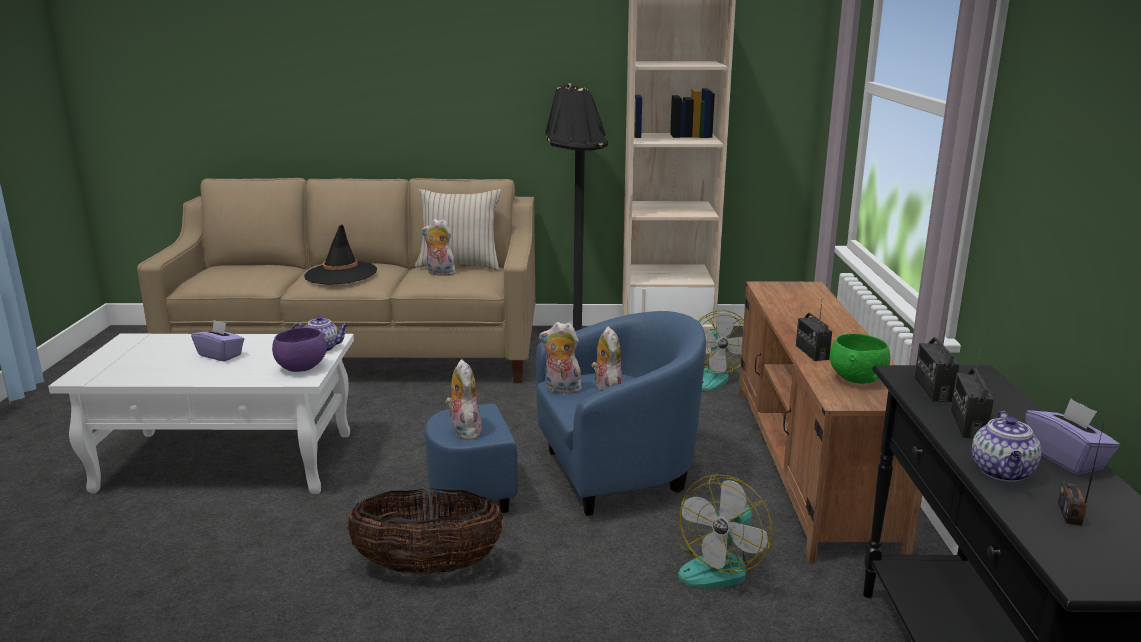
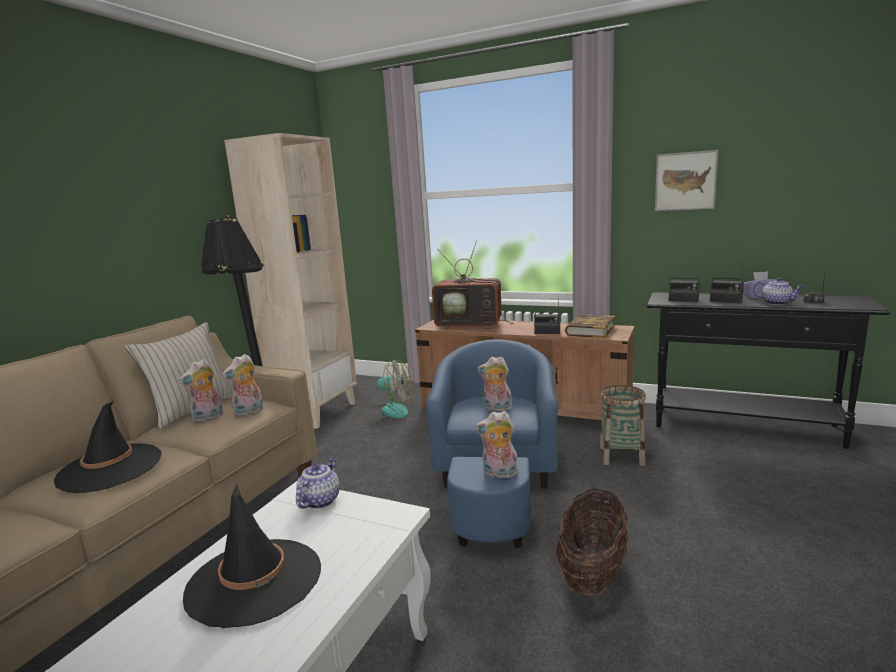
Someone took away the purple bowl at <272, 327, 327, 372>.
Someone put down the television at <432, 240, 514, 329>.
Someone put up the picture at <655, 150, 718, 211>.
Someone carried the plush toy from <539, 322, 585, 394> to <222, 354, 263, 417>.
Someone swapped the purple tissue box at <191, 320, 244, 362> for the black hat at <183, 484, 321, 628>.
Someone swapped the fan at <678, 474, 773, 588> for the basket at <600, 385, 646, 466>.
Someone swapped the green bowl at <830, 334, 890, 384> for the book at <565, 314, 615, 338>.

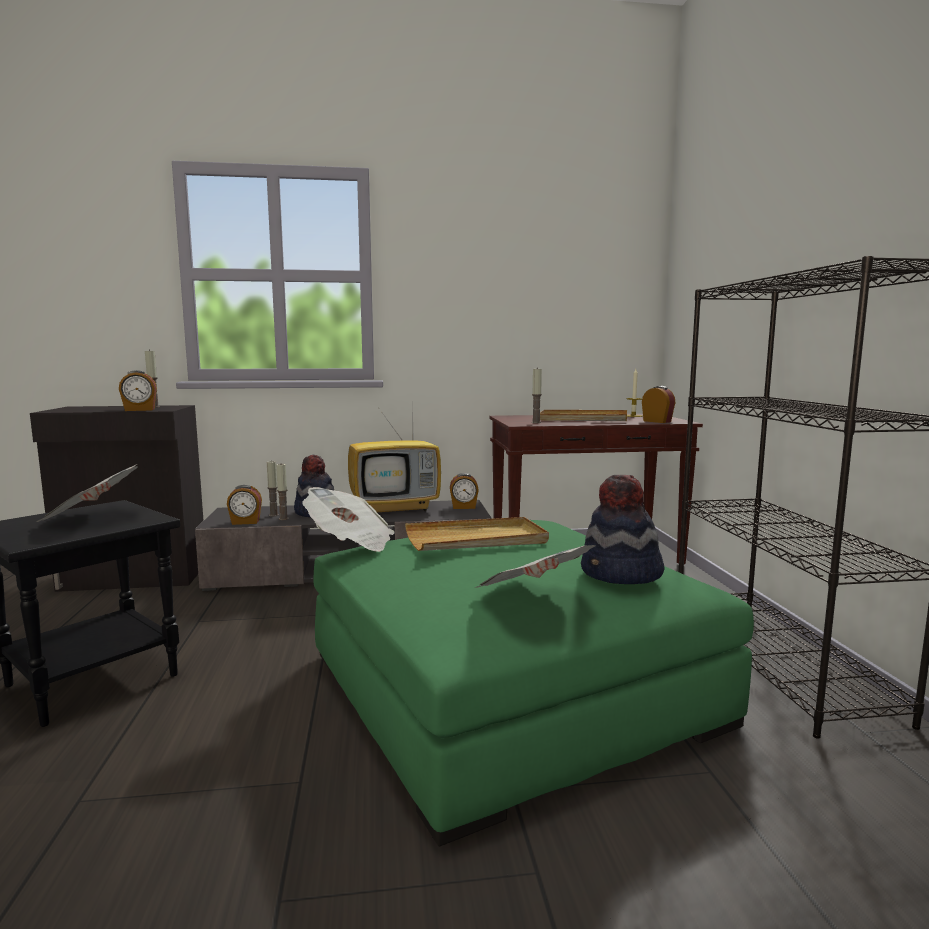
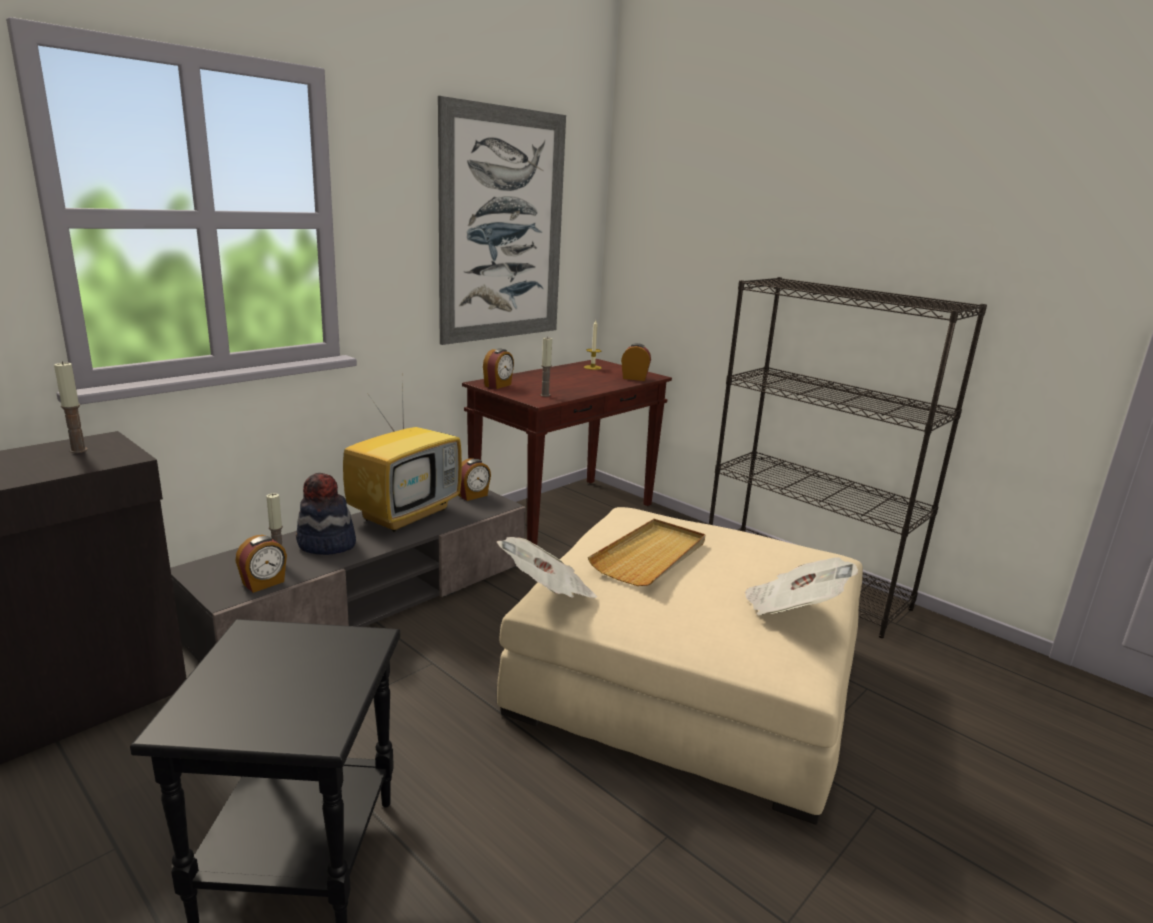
Someone took away the newspaper at <36, 464, 137, 522>.
Someone took away the candle at <276, 464, 289, 520>.
Someone took away the beige tray at <540, 410, 627, 421>.
Someone took away the hat at <581, 475, 664, 584>.
Someone put up the picture at <438, 96, 566, 345>.
Someone carried the alarm clock from <119, 370, 157, 411> to <483, 348, 514, 389>.
Someone repainted the green ottoman at <314, 520, 754, 846>, which became the beige ottoman at <497, 507, 863, 825>.

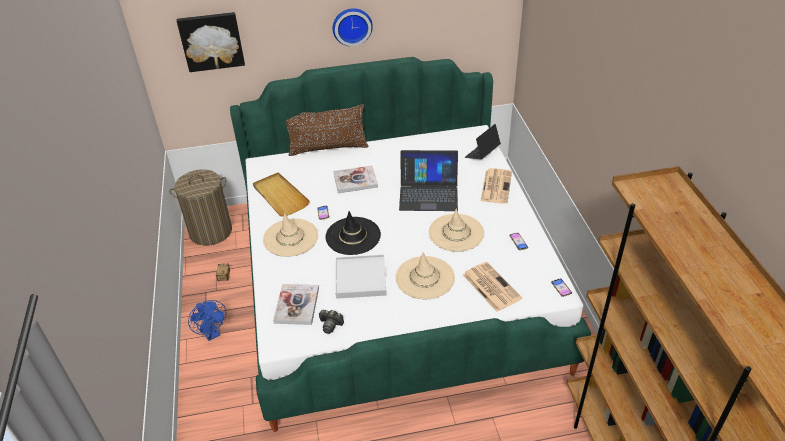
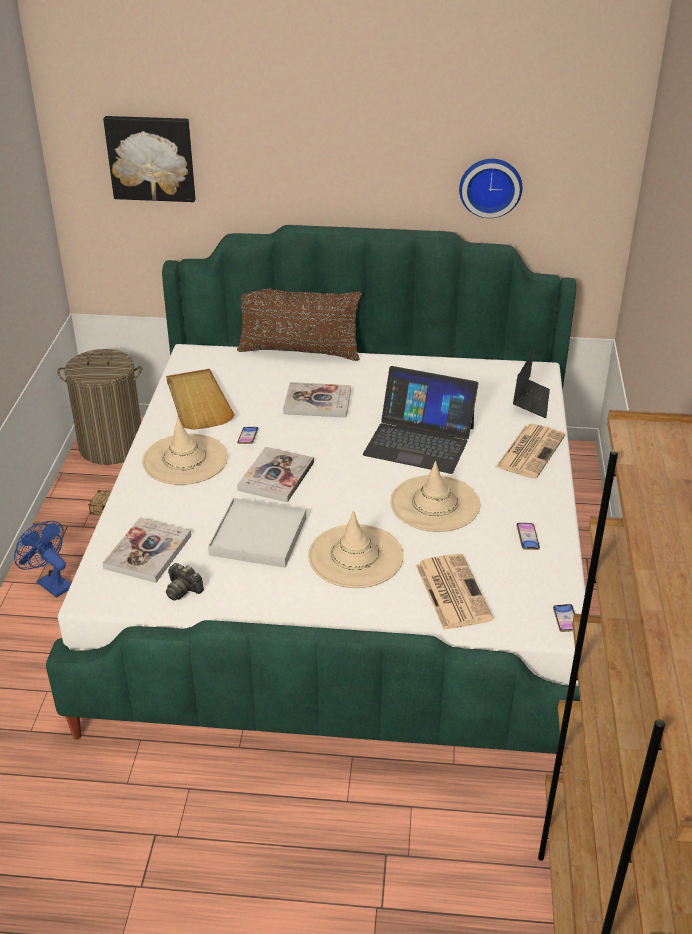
Someone carried the wall clock from <332, 8, 373, 46> to <459, 159, 522, 218>.
Someone swapped the black hat at <326, 211, 381, 255> for the book at <237, 447, 314, 502>.
Someone rotated the blue fan at <188, 300, 226, 341> by 150 degrees clockwise.
Someone rotated the laptop at <465, 124, 501, 159> by 135 degrees clockwise.

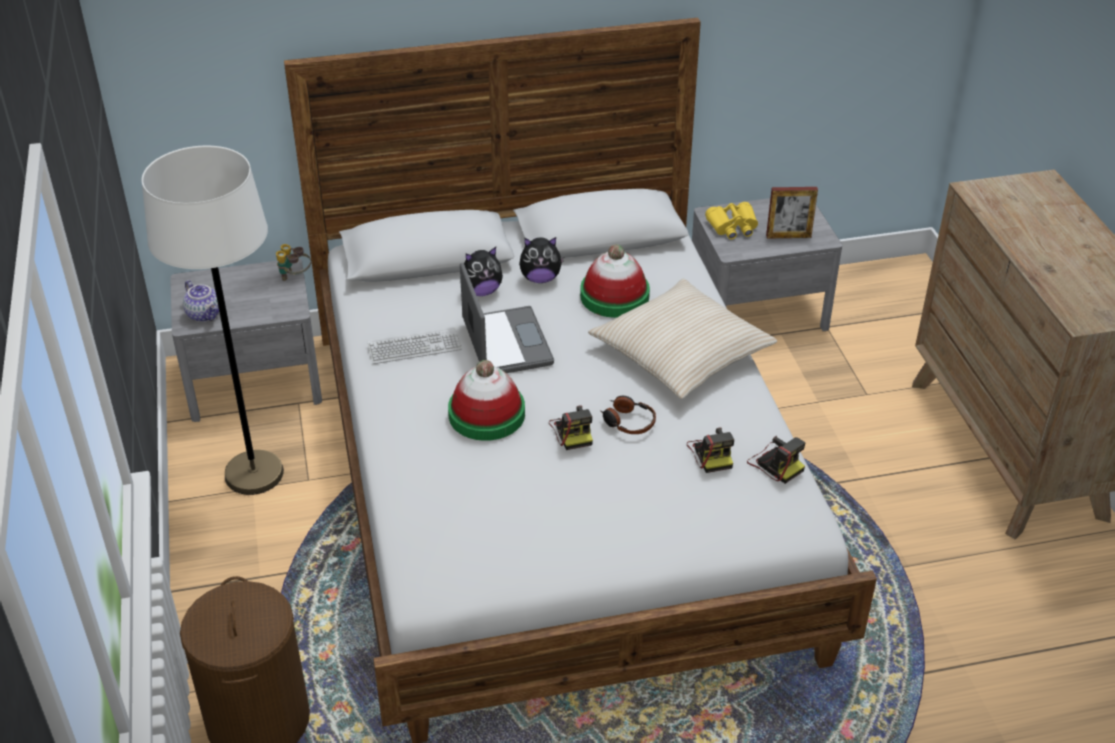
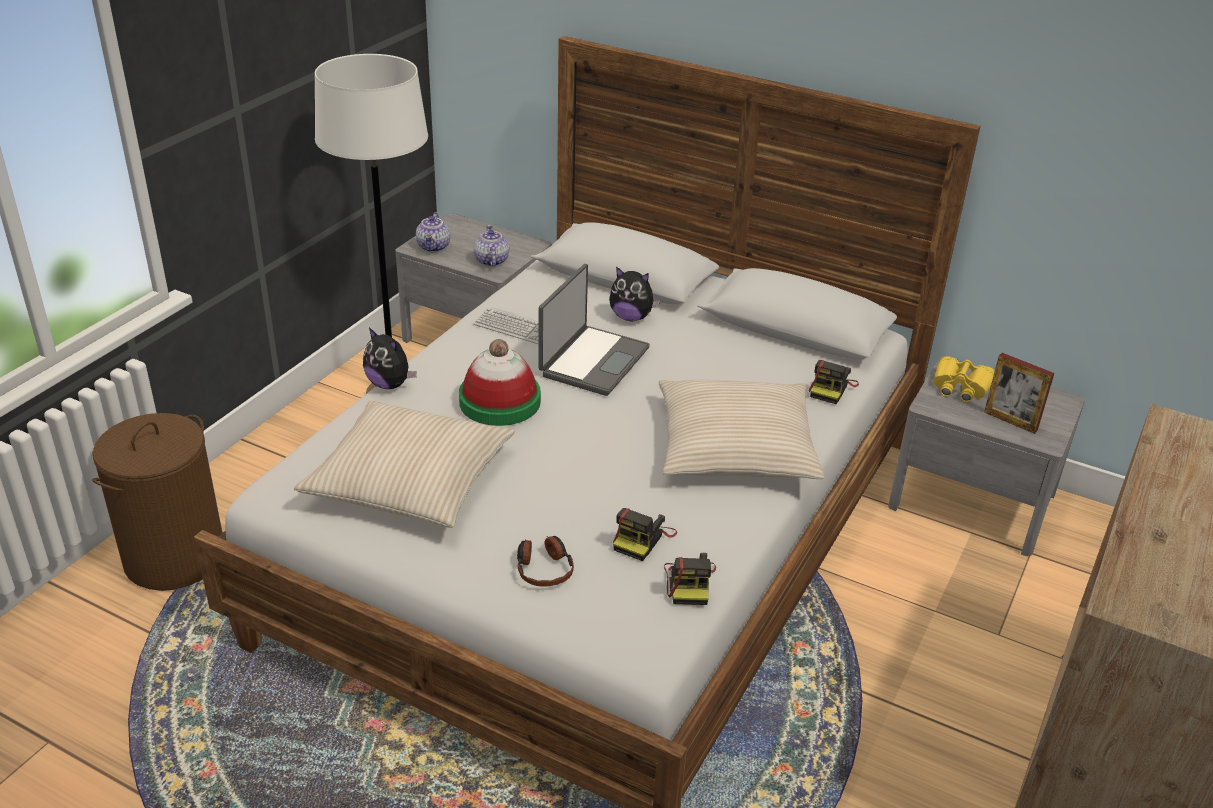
Someone took away the binoculars at <276, 244, 311, 281>.
Someone took away the hat at <580, 244, 650, 318>.
Someone put down the beige pillow at <294, 400, 515, 528>.
Someone put down the teapot at <474, 225, 509, 267>.
Someone carried the plush toy from <519, 237, 564, 283> to <363, 328, 417, 389>.
Someone carried the photo camera from <549, 405, 593, 450> to <809, 360, 859, 404>.
Someone carried the headphones from <600, 396, 656, 434> to <517, 536, 574, 586>.

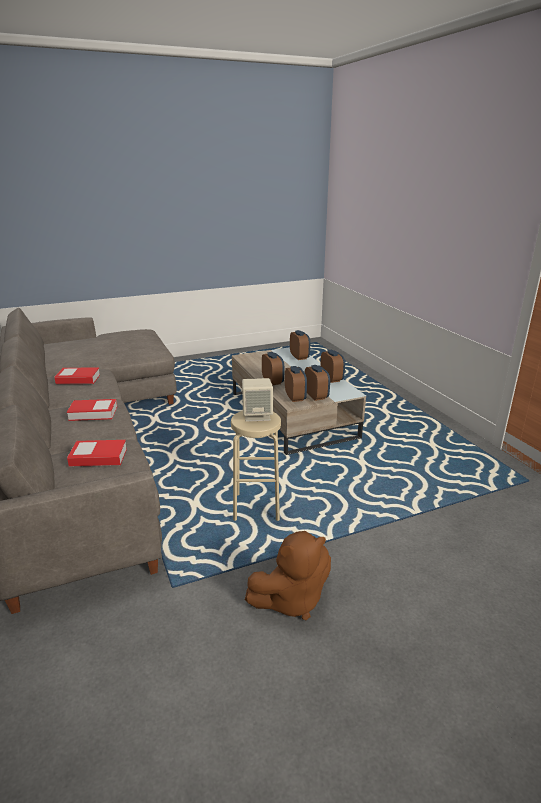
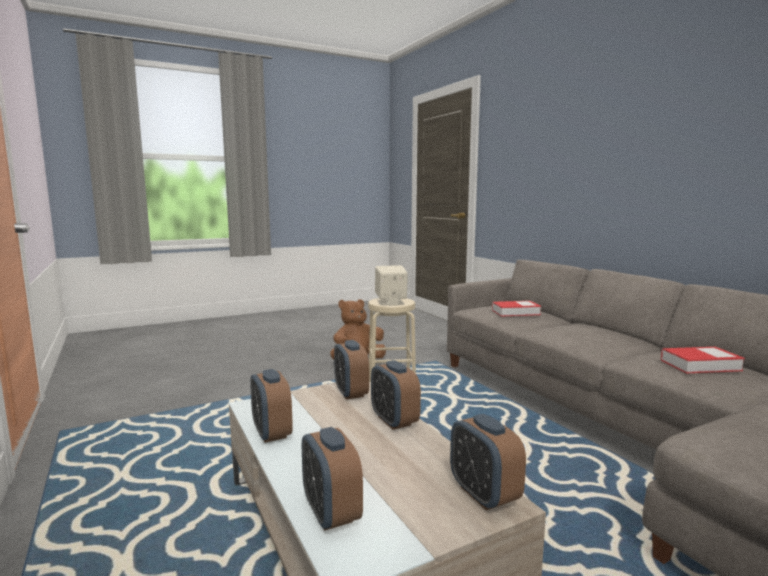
Someone took away the book at <67, 399, 117, 421>.
Someone carried the alarm clock from <305, 365, 330, 401> to <450, 414, 526, 510>.

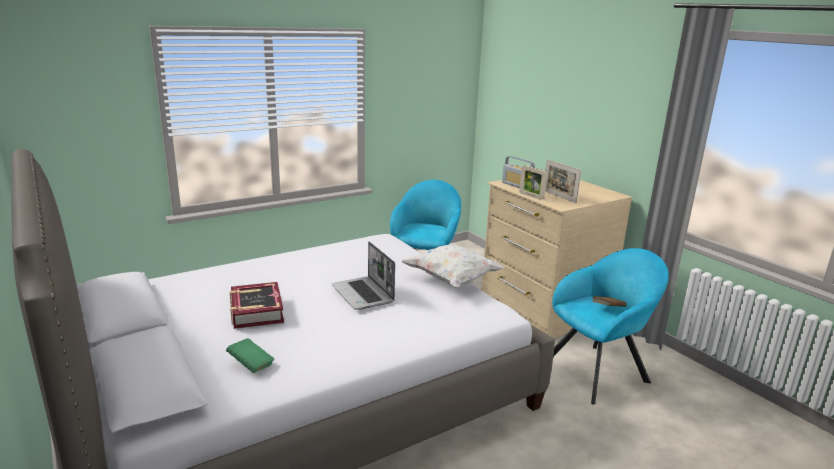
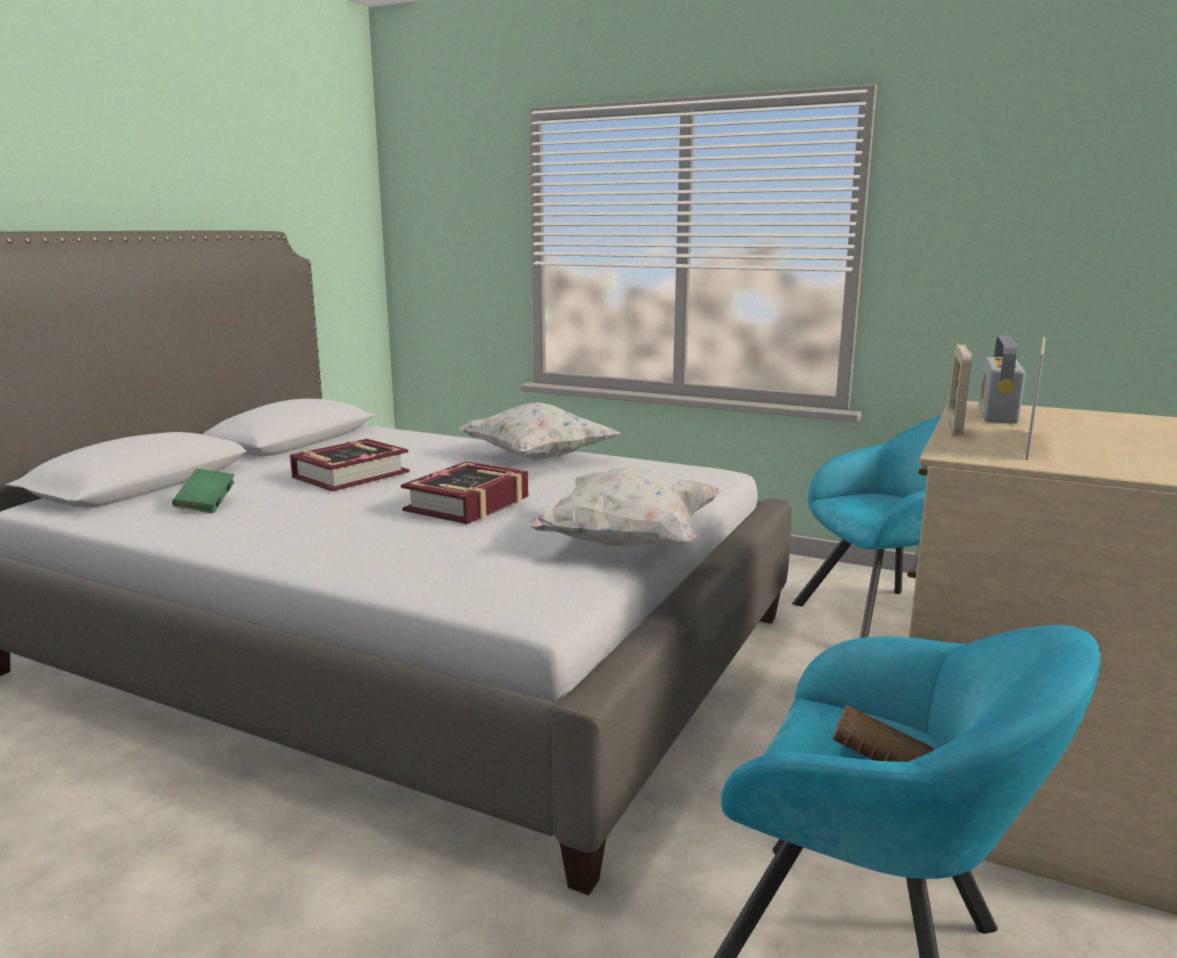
Someone put down the white pillow at <459, 402, 621, 460>.
Someone swapped the laptop at <332, 241, 395, 310> for the book at <401, 461, 528, 524>.

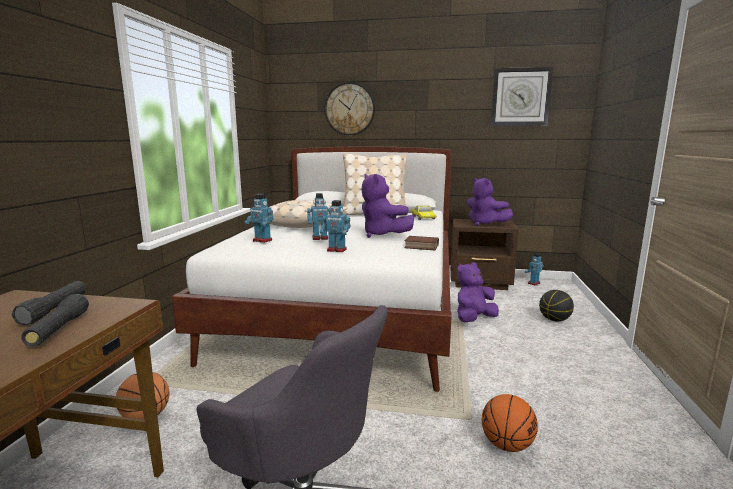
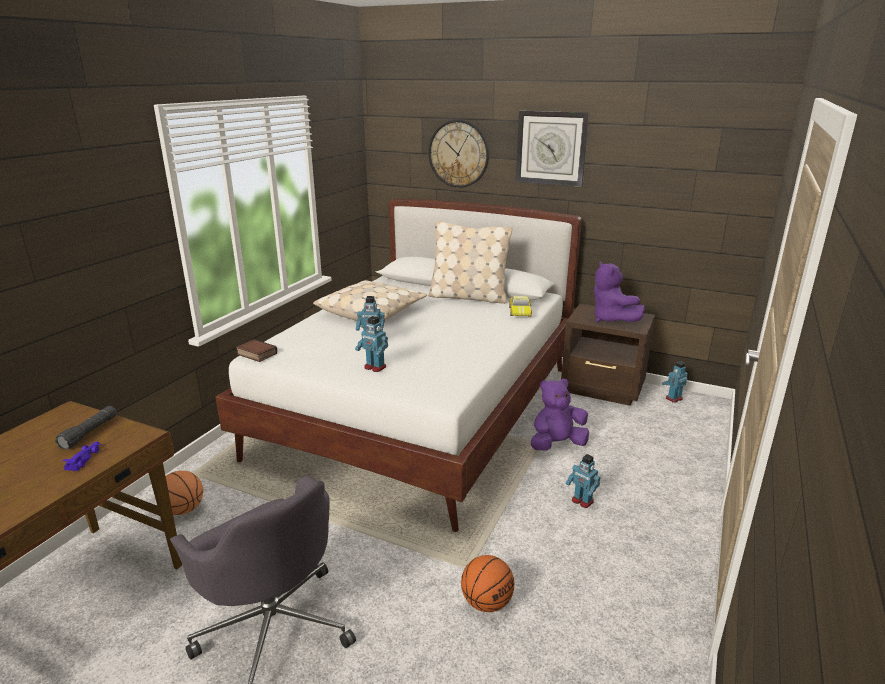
Someone took away the purple plush toy at <361, 174, 414, 238>.
Someone took away the basketball at <539, 290, 574, 321>.
Someone carried the toy robot from <244, 194, 273, 243> to <566, 454, 601, 508>.
Someone carried the book from <404, 236, 439, 250> to <236, 339, 277, 362>.
Someone carried the wall clock from <491, 67, 554, 126> to <516, 110, 590, 187>.
Someone swapped the black flashlight at <21, 294, 89, 346> for the purple toy car at <63, 441, 102, 471>.

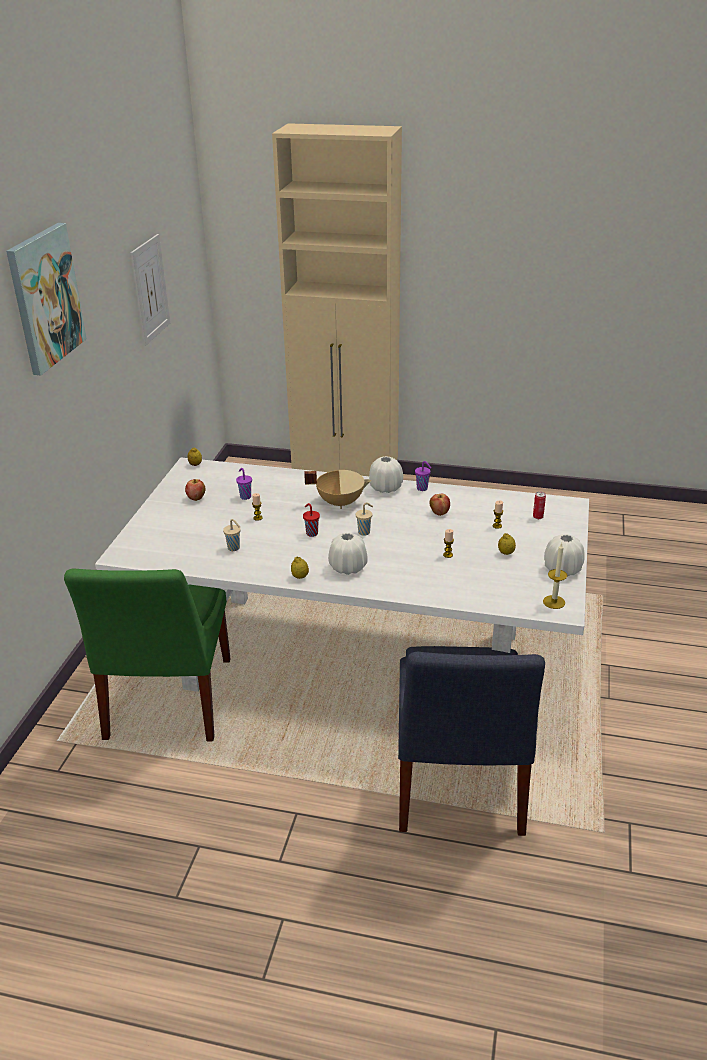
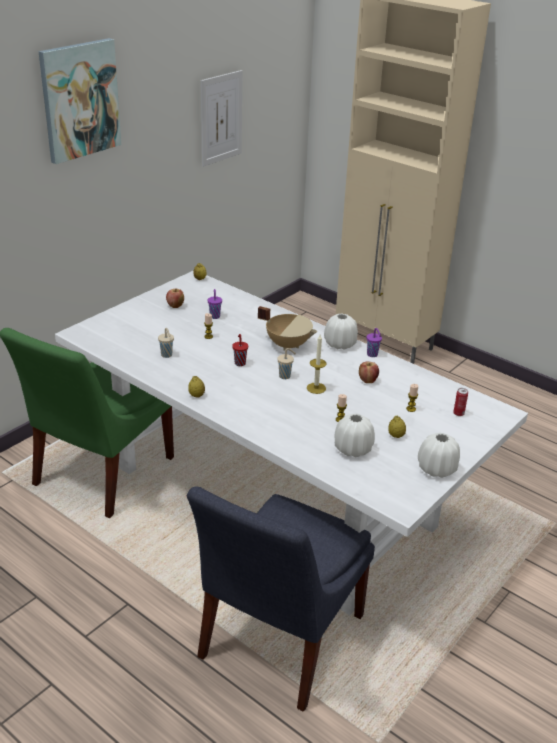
Someone carried the white vase from <328, 533, 368, 575> to <334, 414, 375, 457>.
Someone carried the candle from <543, 543, 567, 609> to <307, 335, 327, 394>.

